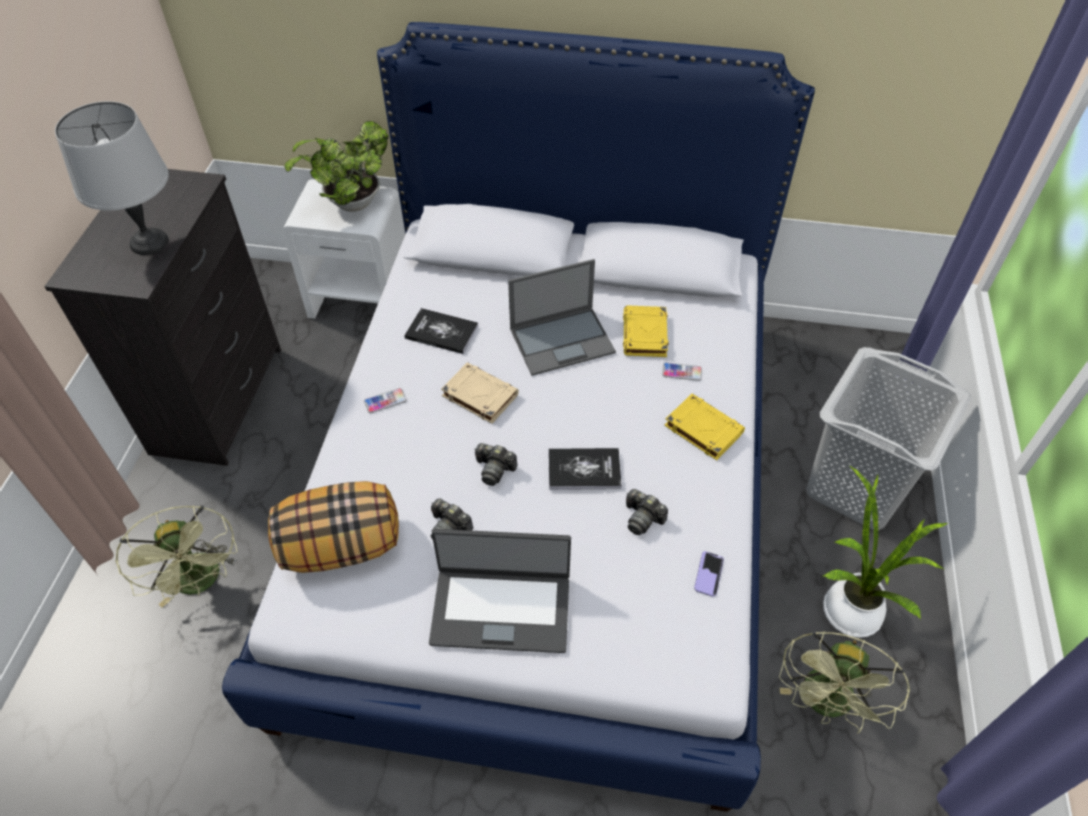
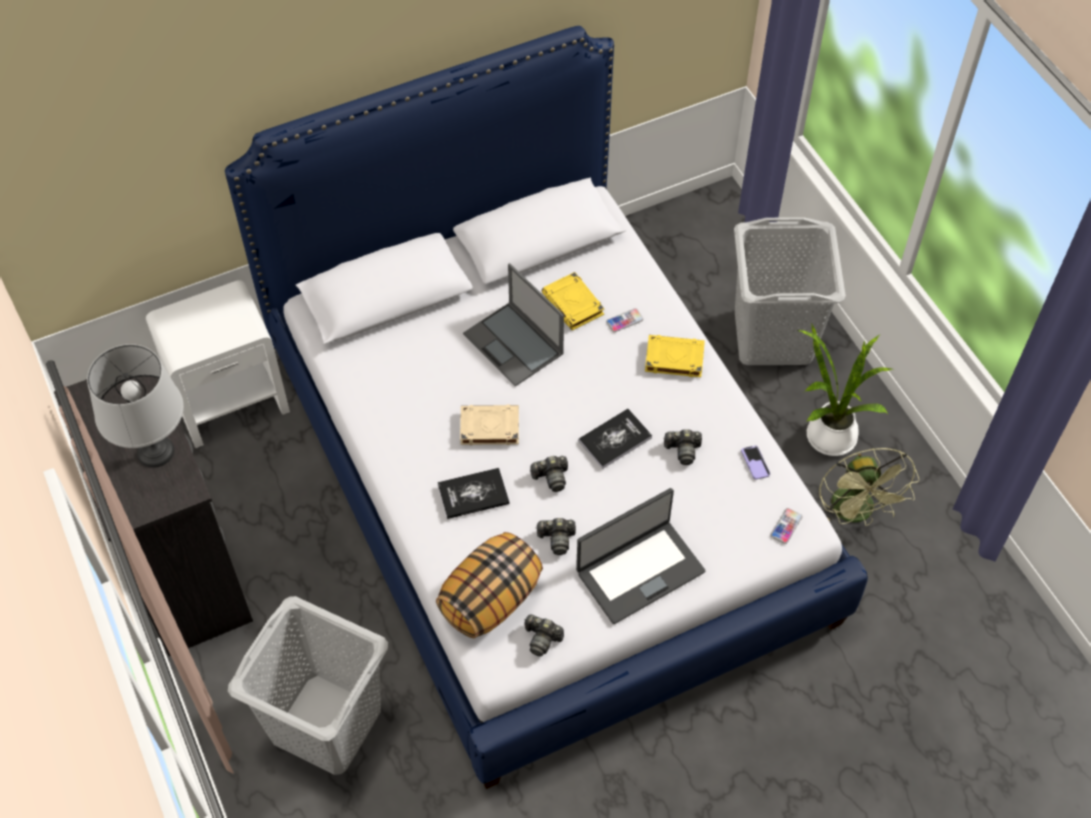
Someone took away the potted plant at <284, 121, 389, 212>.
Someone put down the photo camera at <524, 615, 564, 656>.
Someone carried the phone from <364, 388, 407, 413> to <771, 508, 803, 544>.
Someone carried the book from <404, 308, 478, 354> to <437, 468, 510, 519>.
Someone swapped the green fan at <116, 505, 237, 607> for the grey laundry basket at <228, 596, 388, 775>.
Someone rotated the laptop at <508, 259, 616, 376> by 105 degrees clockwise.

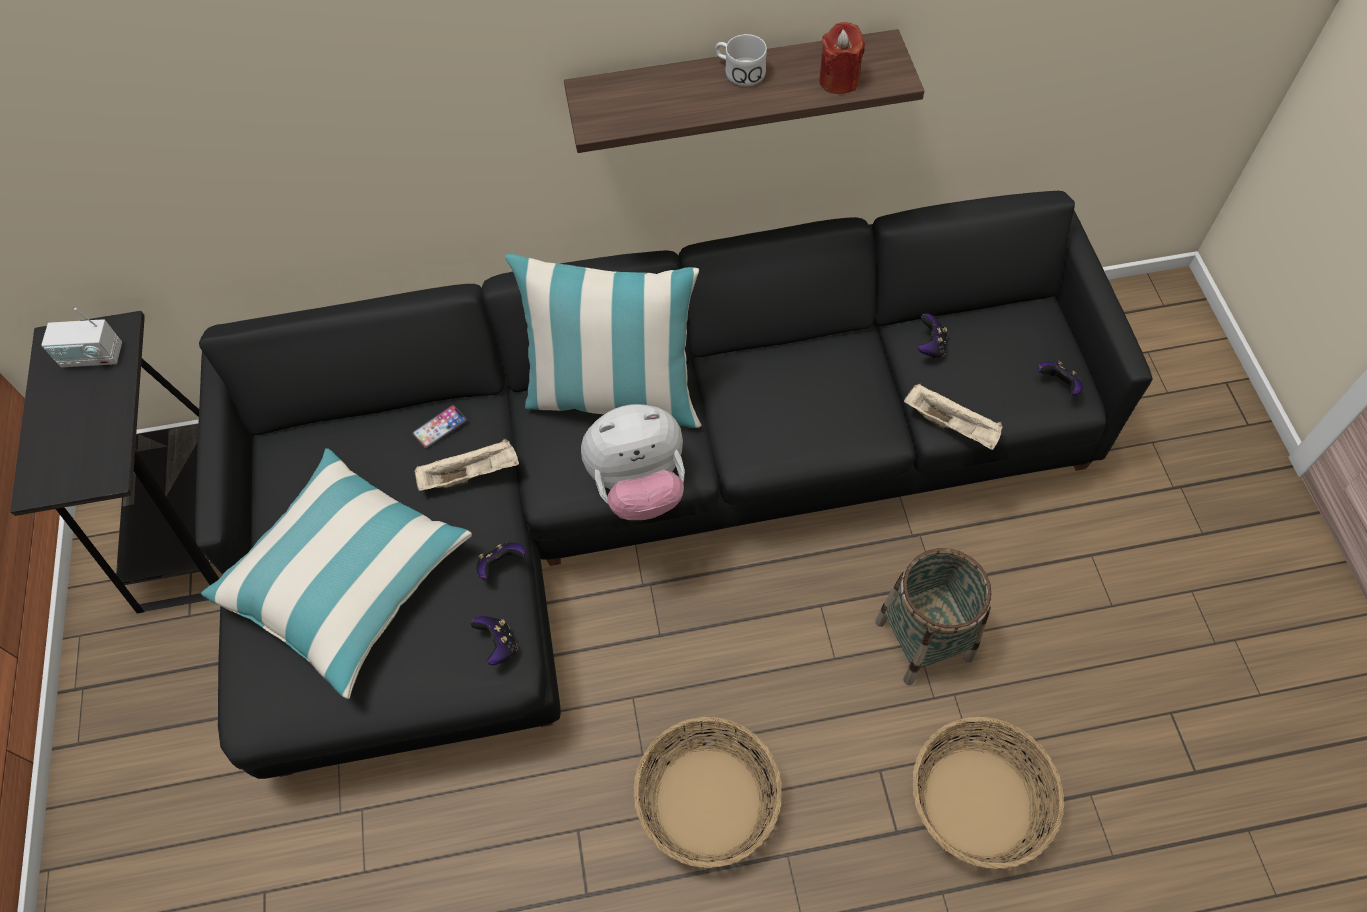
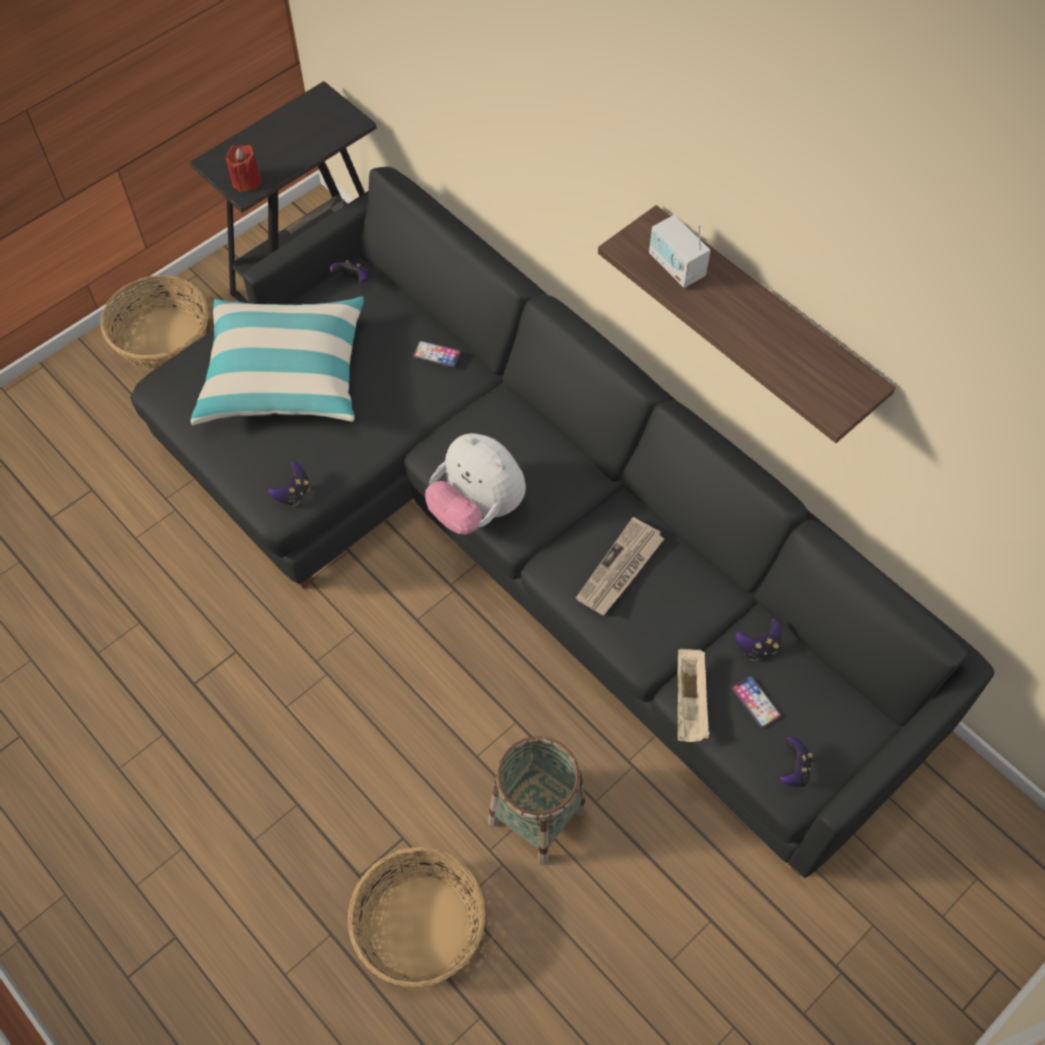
Someone took away the beige tray at <414, 439, 519, 491>.
Someone took away the pillow at <505, 254, 701, 428>.
Someone took away the white mug at <715, 34, 767, 86>.
Someone put down the newspaper at <576, 517, 665, 615>.
Someone put down the phone at <732, 676, 781, 728>.
Someone carried the radio from <41, 308, 122, 368> to <649, 215, 711, 288>.
Someone carried the game controller from <477, 542, 526, 580> to <330, 260, 370, 283>.
Someone carried the basket from <634, 717, 782, 868> to <100, 275, 208, 370>.
Someone carried the red candle from <819, 22, 865, 94> to <226, 145, 262, 192>.

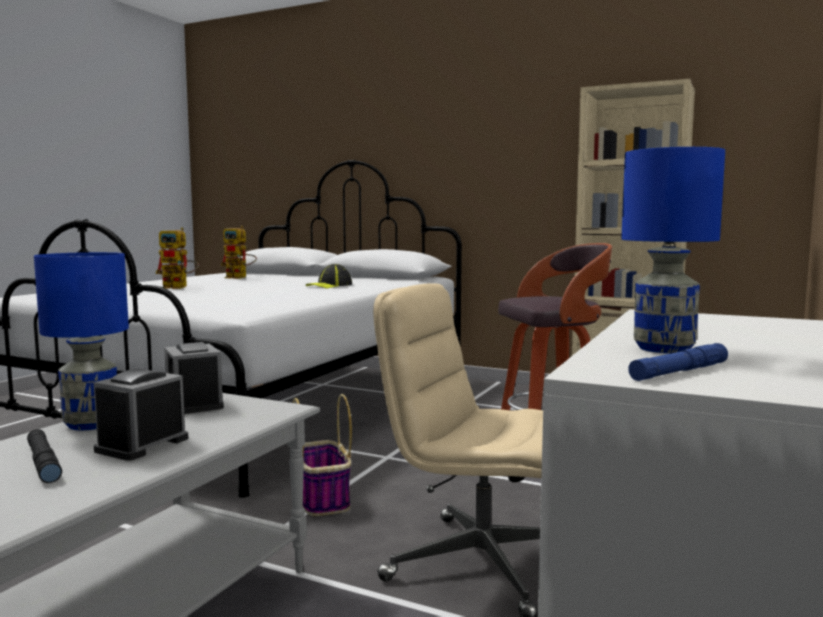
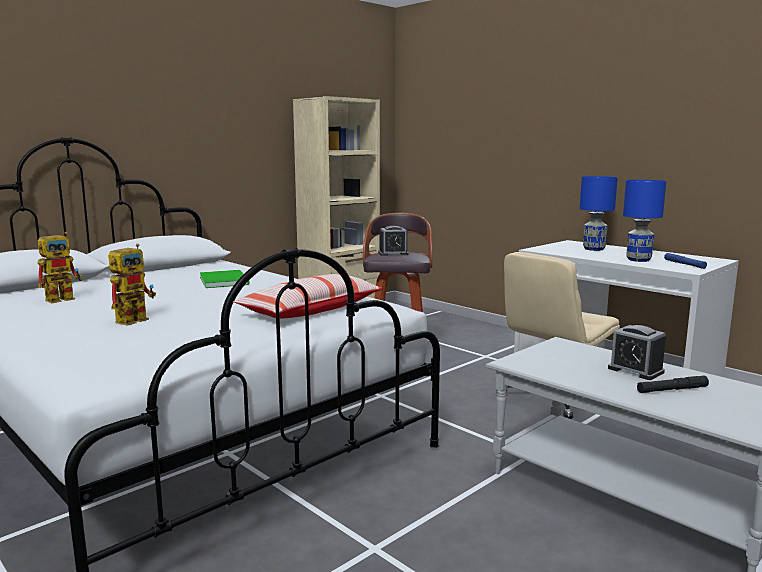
Someone took away the basket at <292, 394, 352, 516>.
Someone put down the pillow at <234, 274, 383, 319>.
Someone carried the blue table lamp from <34, 252, 129, 430> to <580, 176, 618, 251>.
Someone carried the alarm clock from <164, 342, 224, 414> to <378, 226, 409, 256>.
Someone swapped the cap at <306, 264, 352, 289> for the green book at <200, 270, 250, 288>.

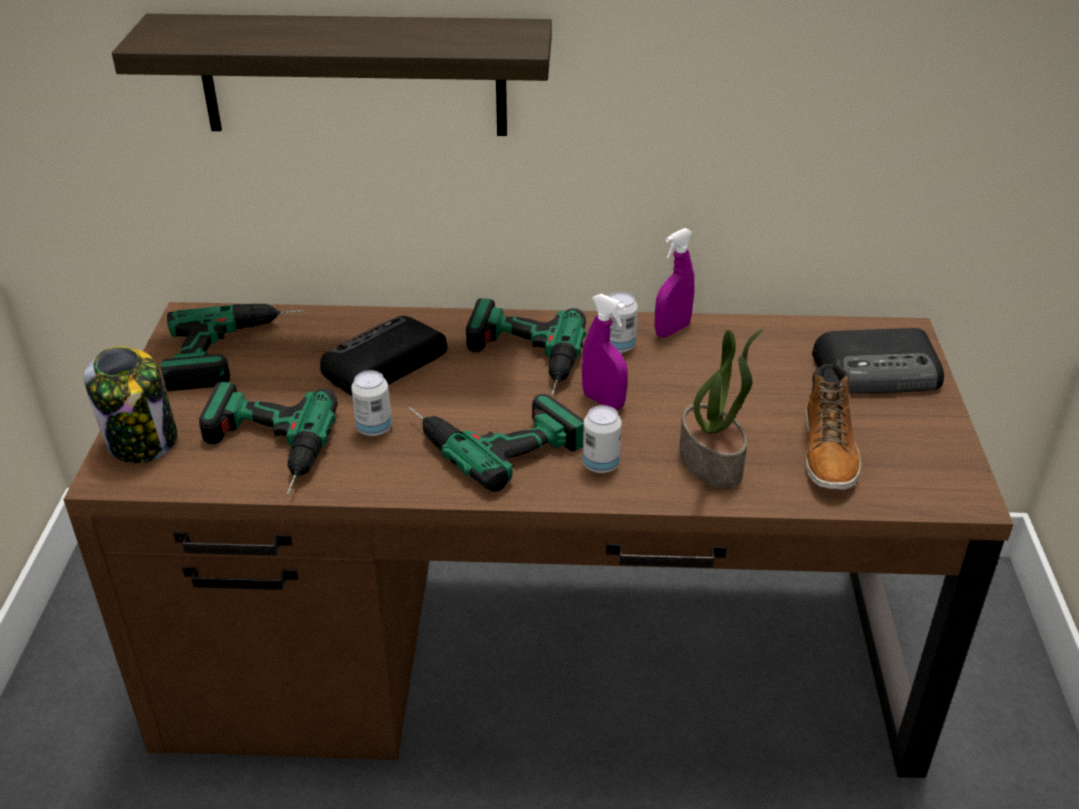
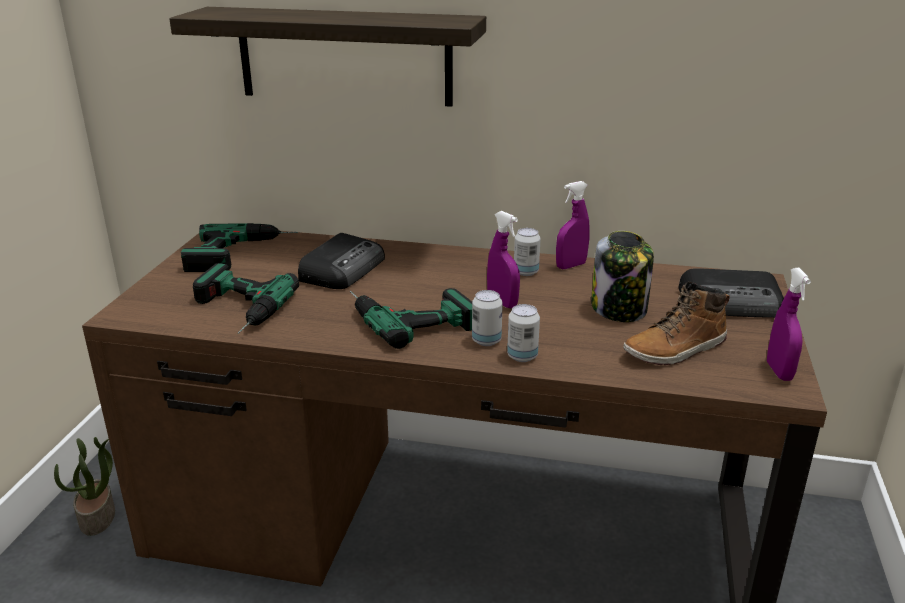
Someone took away the power drill at <466, 298, 586, 395>.
Someone put down the purple spray bottle at <767, 268, 811, 381>.
Someone carried the jar from <84, 346, 177, 463> to <591, 231, 654, 322>.
Someone carried the can from <351, 370, 392, 436> to <507, 304, 540, 362>.
Someone carried the potted plant from <679, 329, 764, 489> to <54, 437, 115, 536>.
Someone rotated the radio at <320, 316, 447, 396> by 150 degrees clockwise.
Someone rotated the boot at <805, 364, 861, 490> by 45 degrees clockwise.

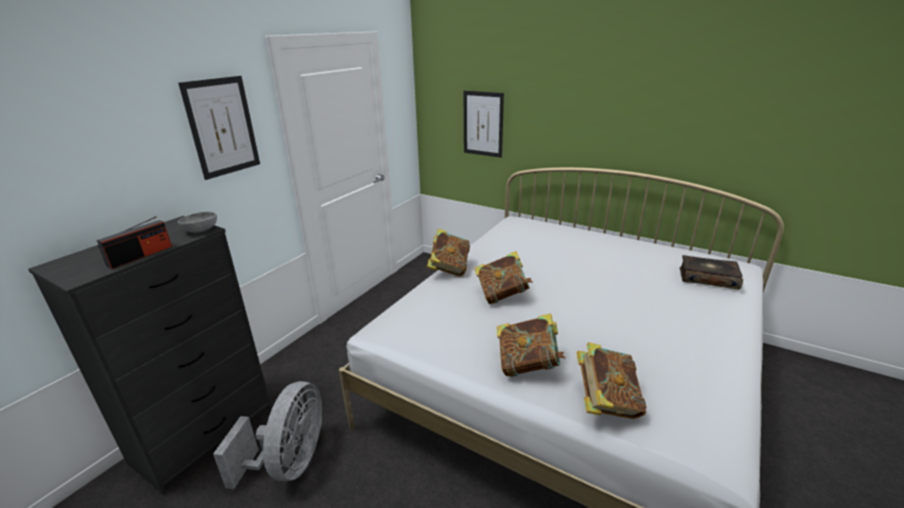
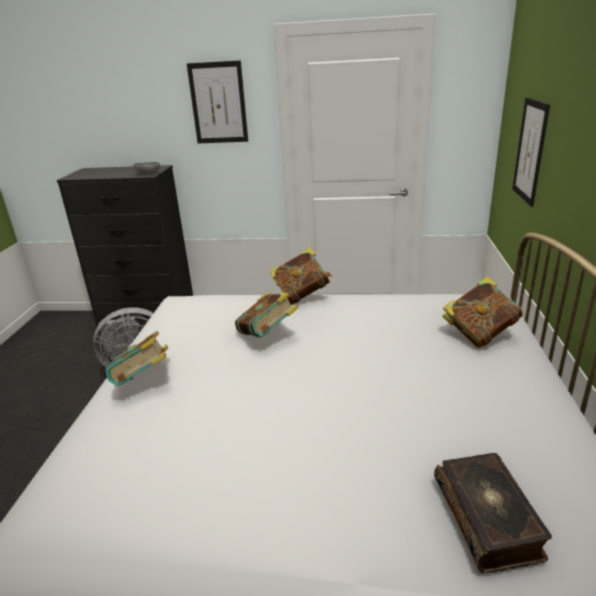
Someone took away the radio at <97, 216, 172, 269>.
Someone carried the book from <577, 342, 646, 419> to <443, 276, 523, 348>.

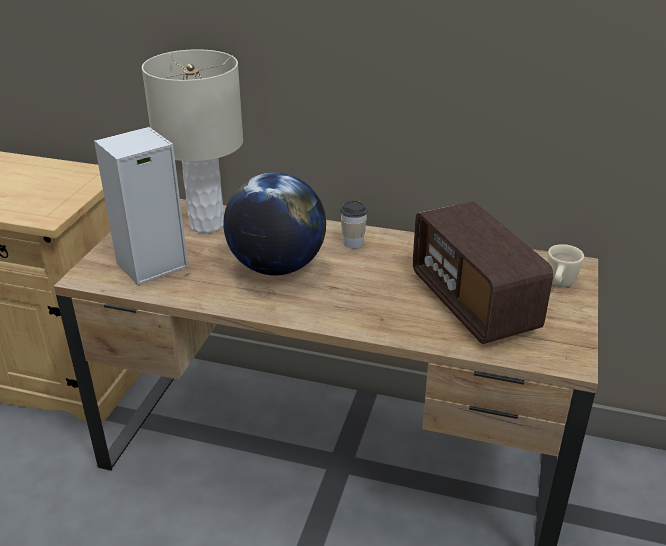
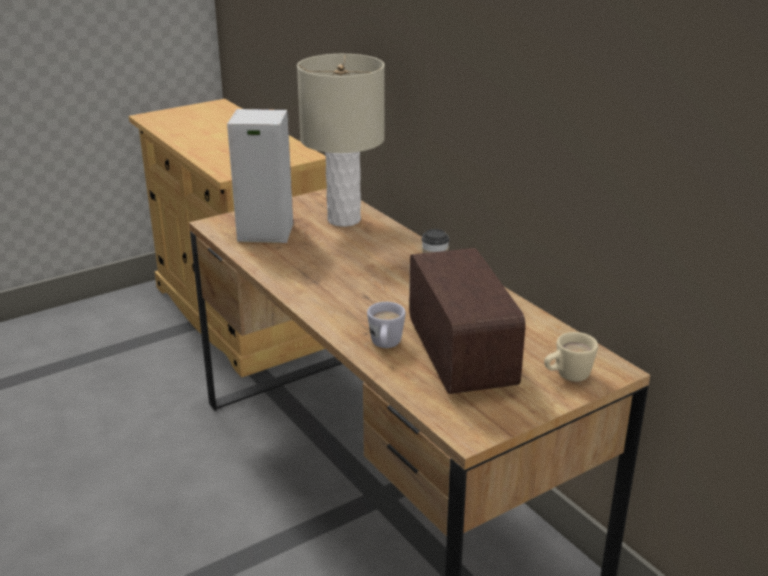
Someone took away the globe at <223, 172, 326, 276>.
Someone put down the white mug at <367, 302, 406, 348>.
Someone rotated the radio at <413, 201, 553, 344> by 150 degrees clockwise.

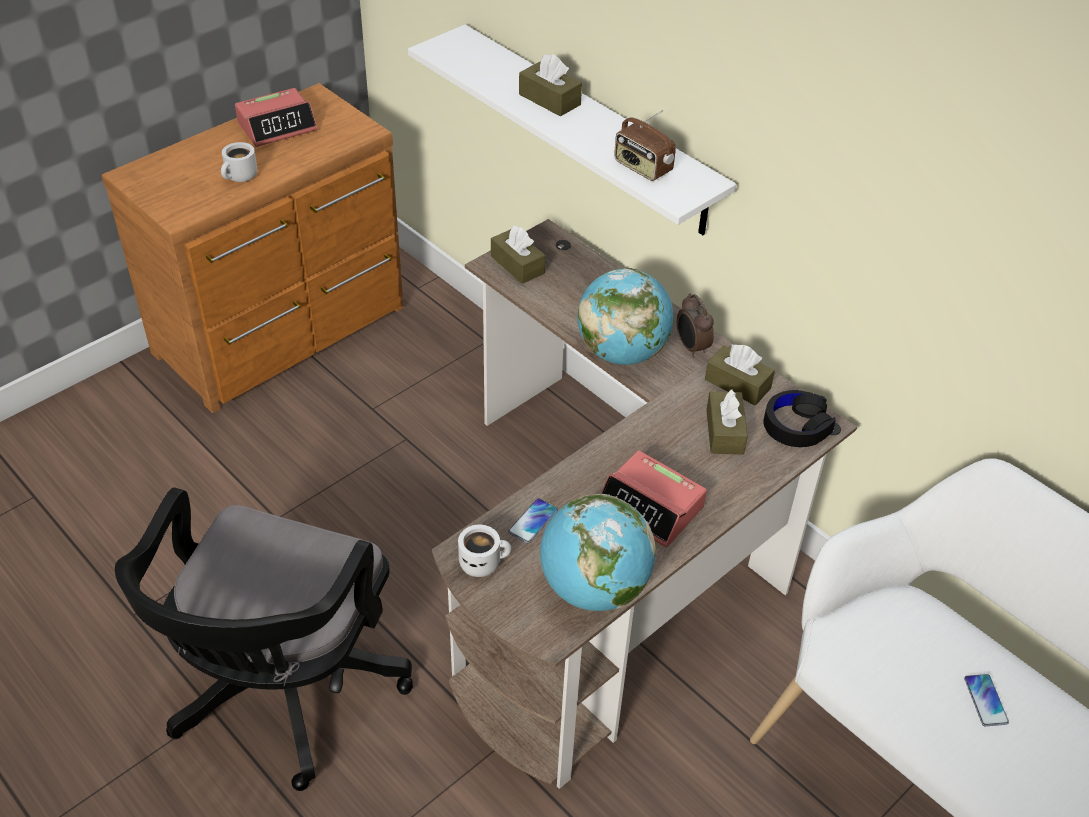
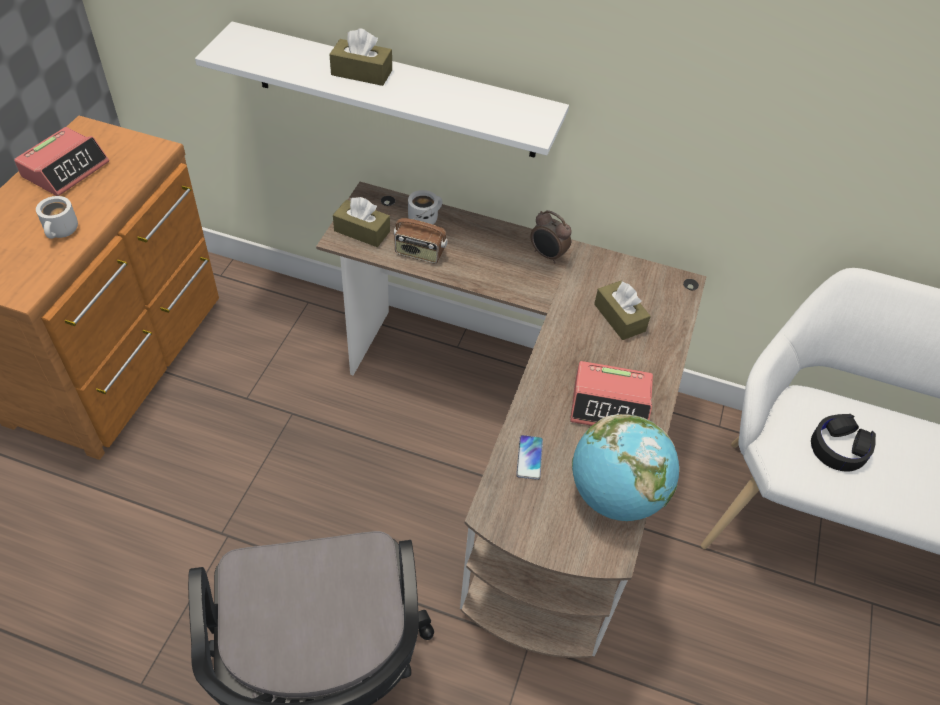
Someone took away the globe at <577, 268, 673, 365>.
Someone took away the brown tissue box at <705, 344, 775, 405>.
Someone took away the phone at <964, 674, 1009, 726>.
Someone carried the white mug from <458, 525, 511, 577> to <408, 190, 442, 225>.
Someone carried the radio from <614, 110, 676, 181> to <394, 208, 448, 264>.
Someone carried the black headphones from <763, 390, 836, 447> to <811, 414, 876, 472>.

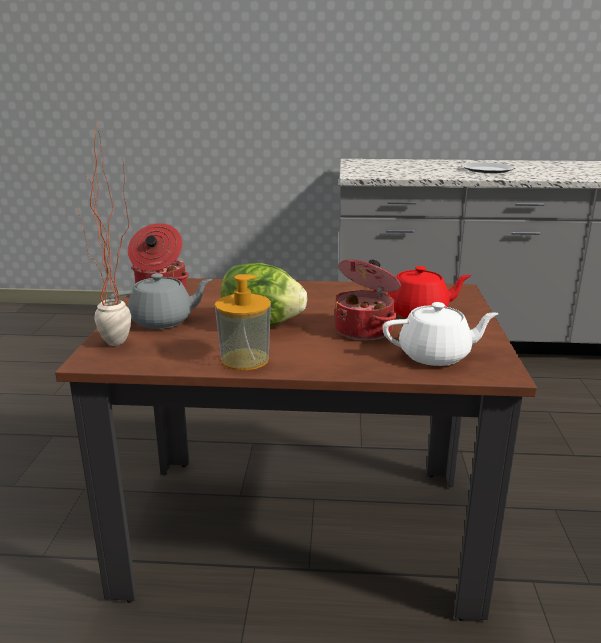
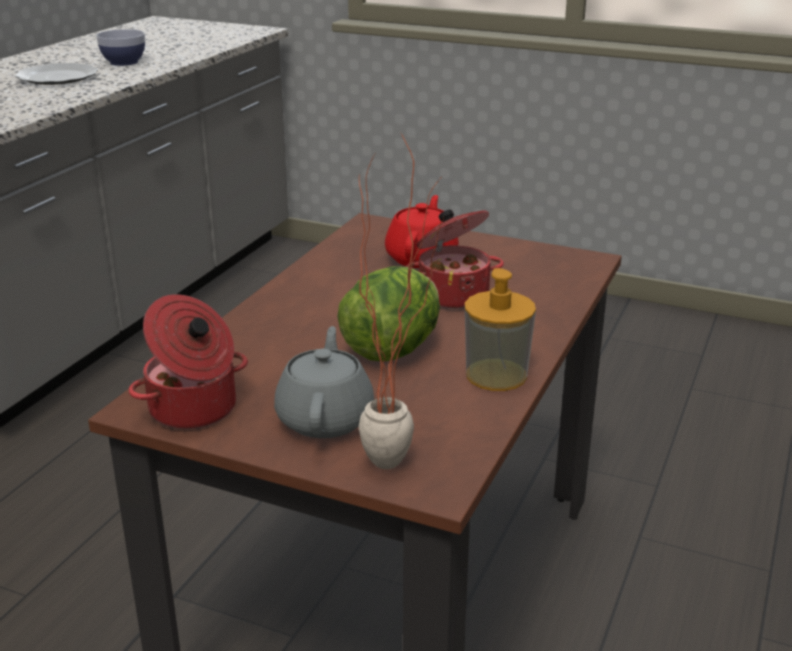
Someone took away the white teapot at <383, 302, 499, 366>.
Someone put down the bowl at <96, 29, 145, 66>.

